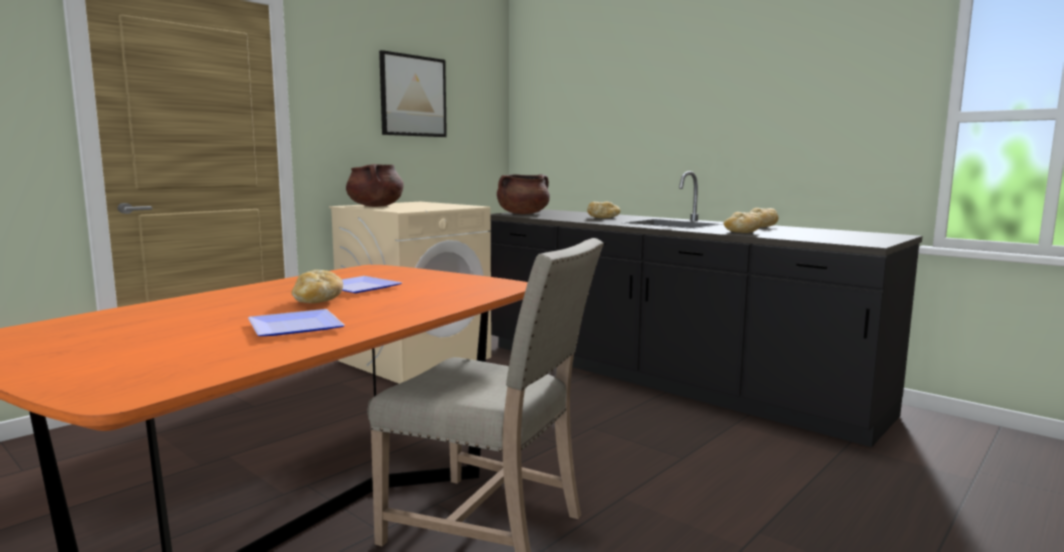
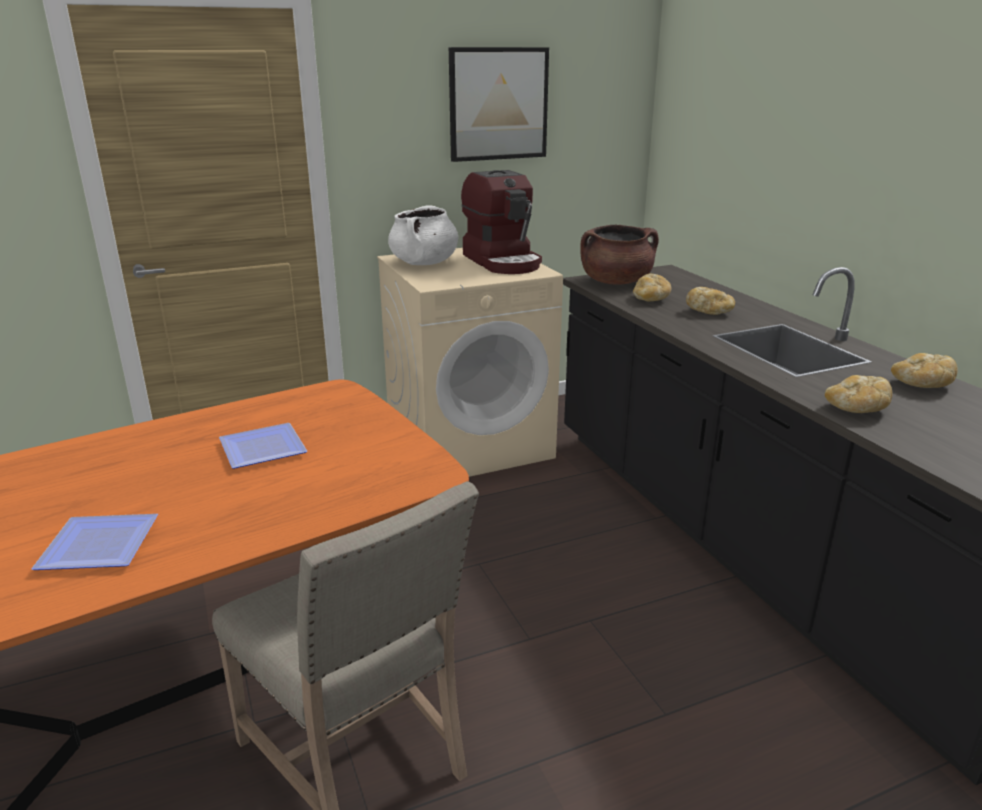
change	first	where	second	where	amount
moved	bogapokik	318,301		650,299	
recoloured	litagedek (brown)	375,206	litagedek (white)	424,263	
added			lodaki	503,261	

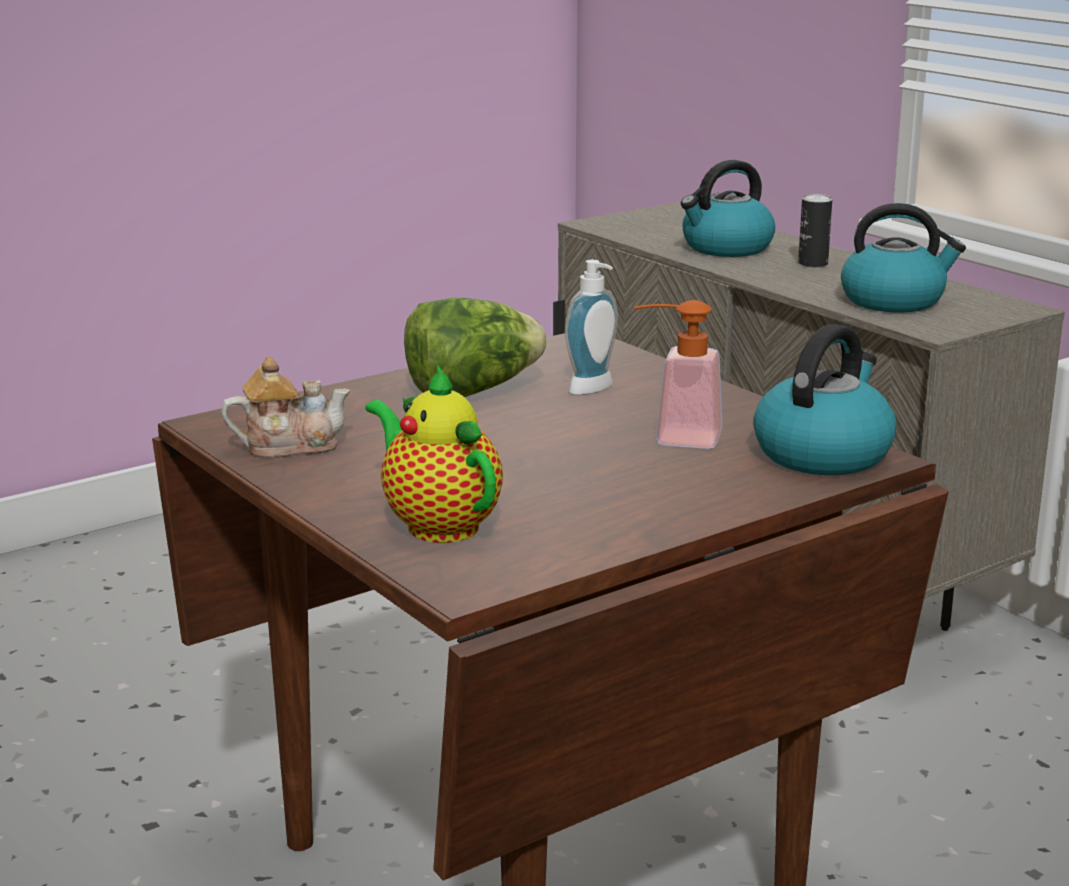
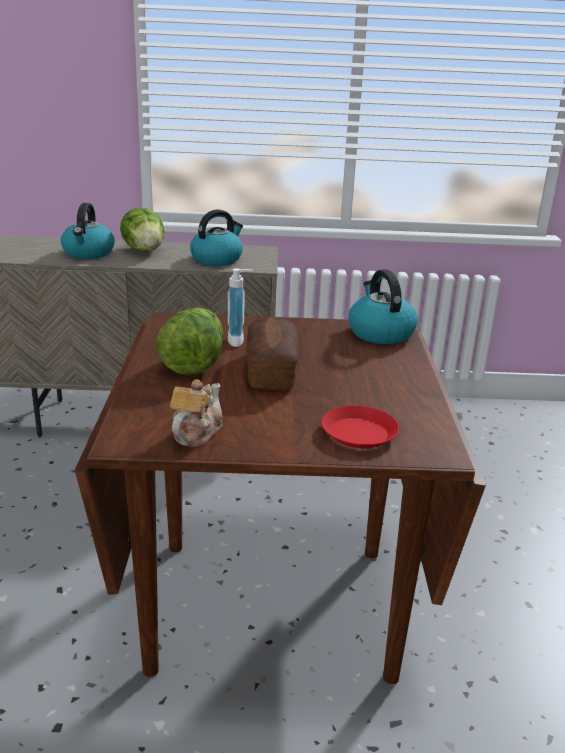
change	first	where	second	where	amount
replaced	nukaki	437,524	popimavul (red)	359,433	
removed	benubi	675,438			
replaced	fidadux	813,264	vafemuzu	144,251	
added			bogapokik	271,370	

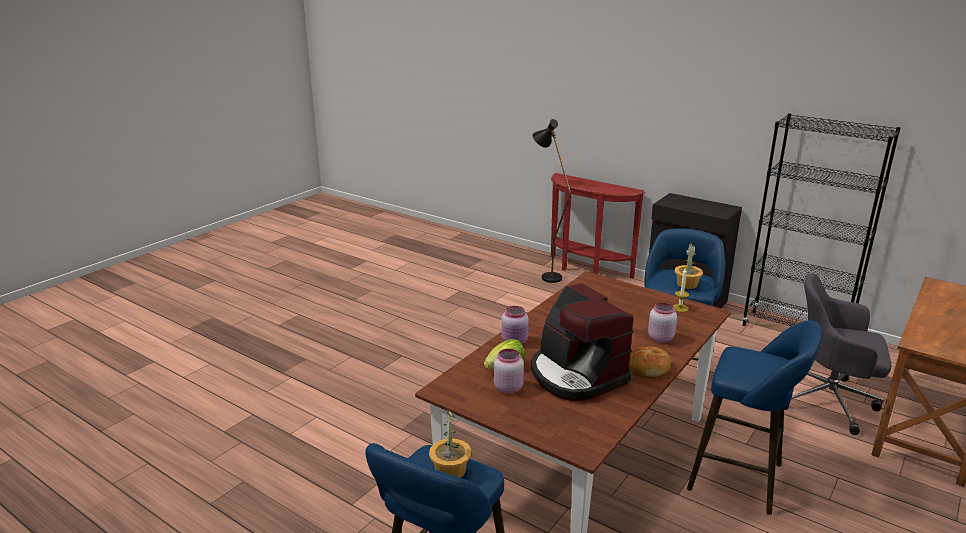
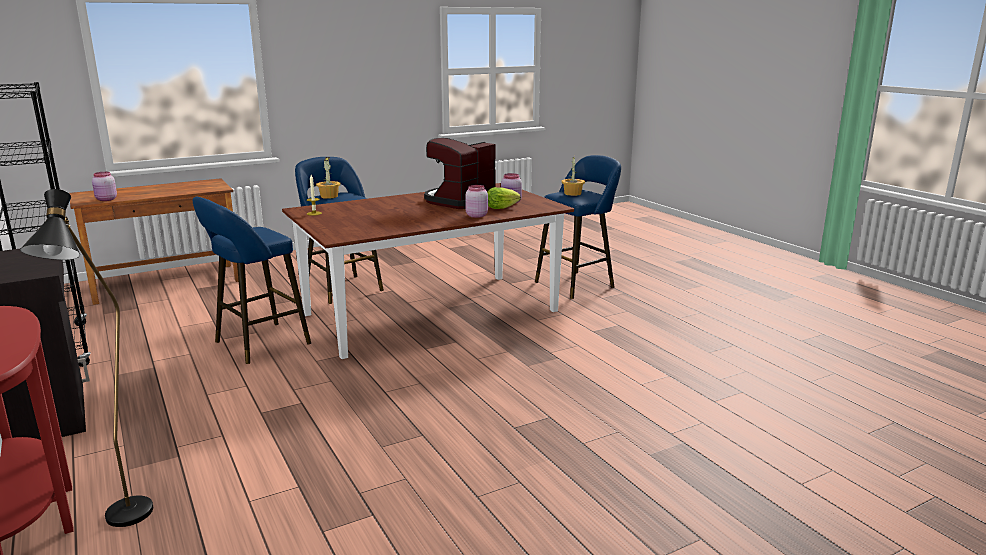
change	first	where	second	where	amount
turned	lodaki	576,375		459,200	135 degrees counterclockwise
removed	bogapokik	649,368			
moved	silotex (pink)	660,338		106,200	
moved	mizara	687,284		329,196	
removed	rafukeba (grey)	829,401			

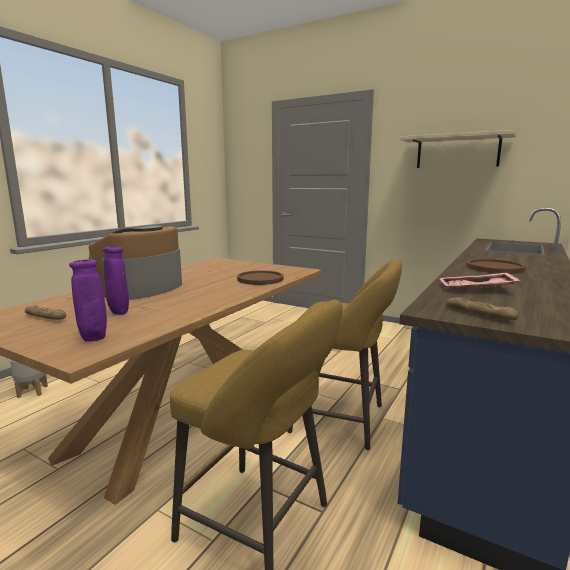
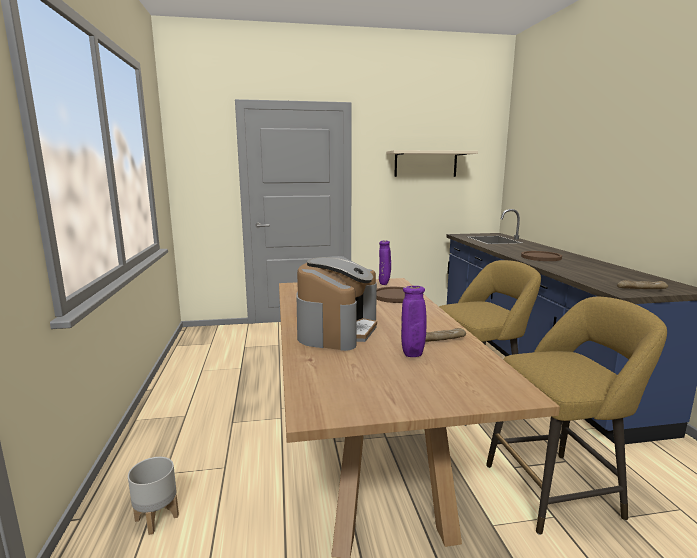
change	first	where	second	where	amount
moved	bogapokik	45,318		440,340	
moved	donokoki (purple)	94,340		384,284	
turned	lodaki	141,288		337,330	150 degrees counterclockwise
removed	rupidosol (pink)	476,289			

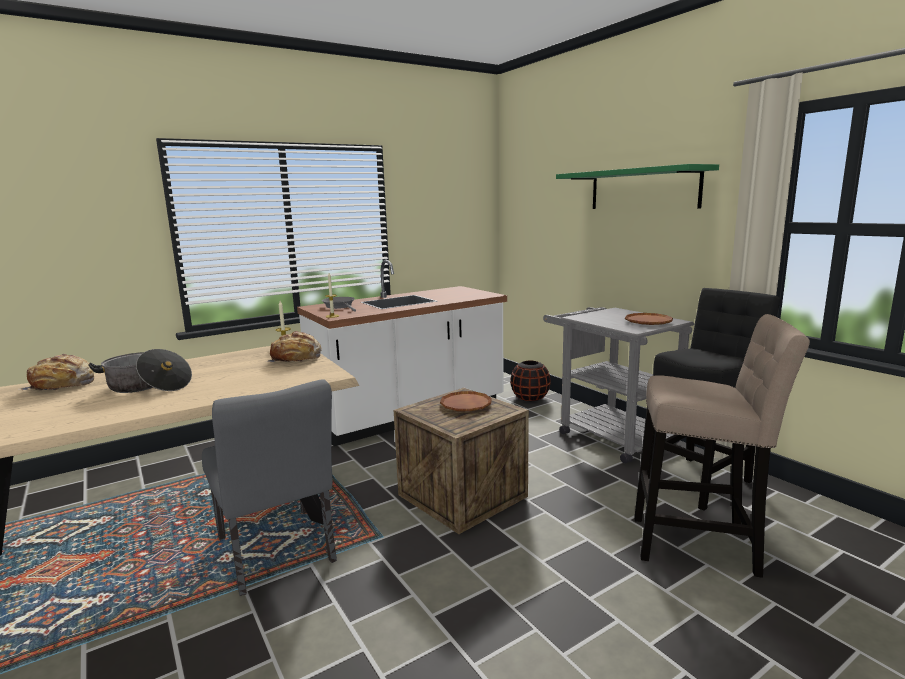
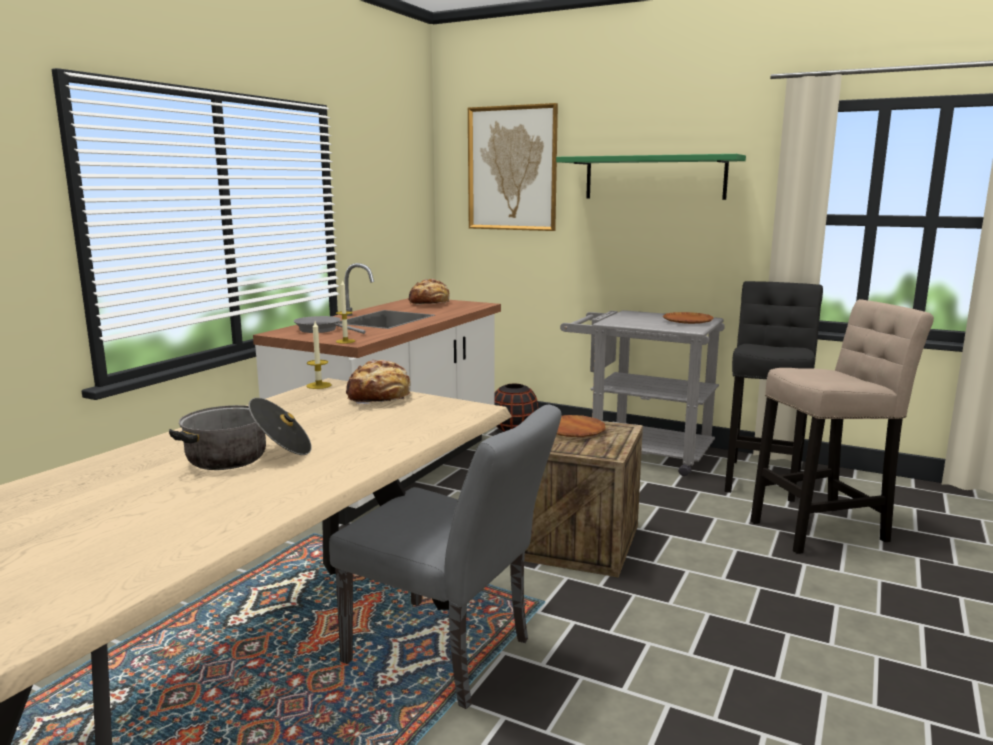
change	first	where	second	where	amount
moved	bogapokik	63,385		429,304	
added			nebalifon	512,168	

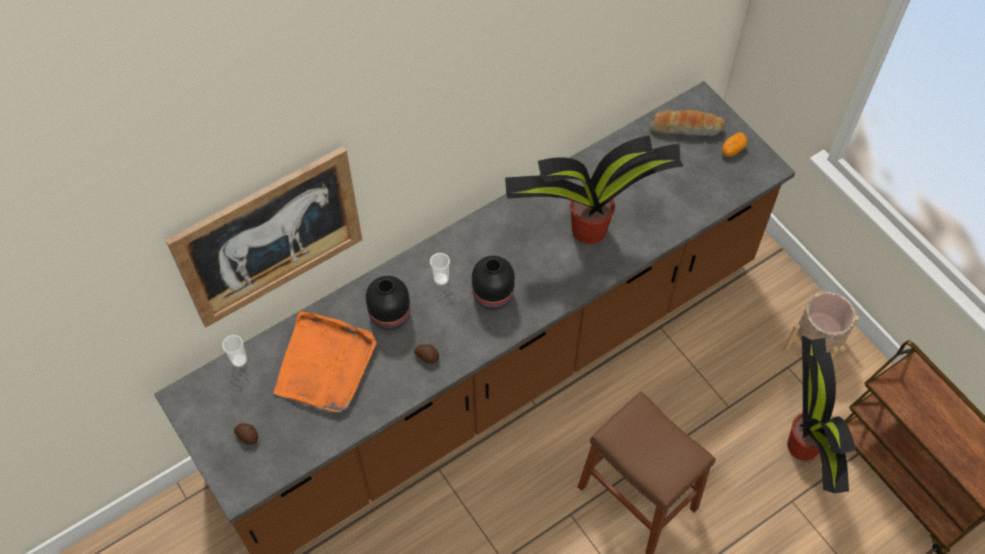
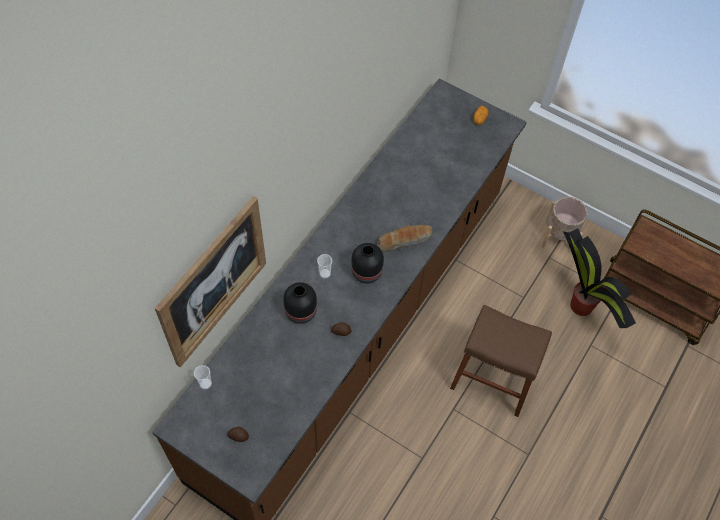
change	first	where	second	where	amount
removed	rupidosol (orange)	325,364			
removed	mizara	587,229			
moved	bogapokik	686,128		404,240	

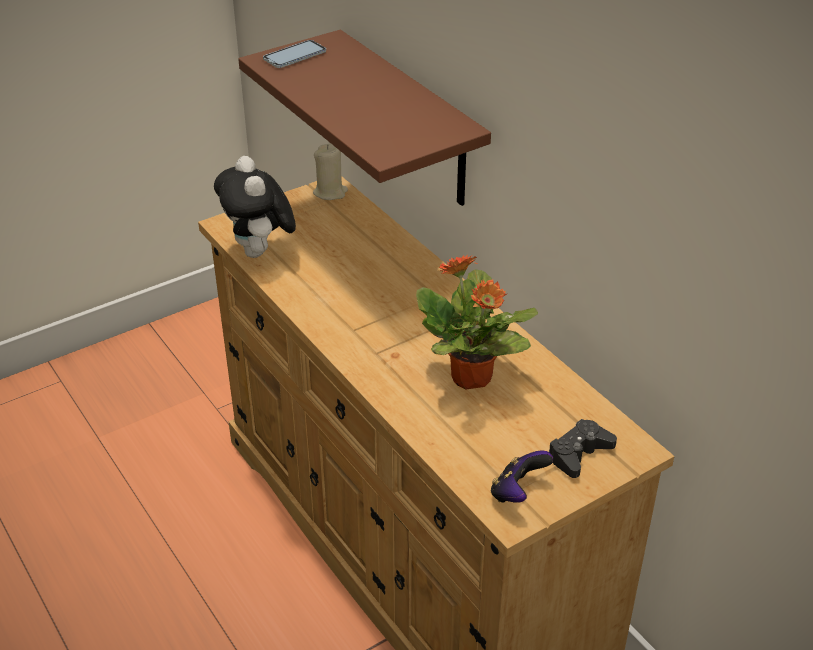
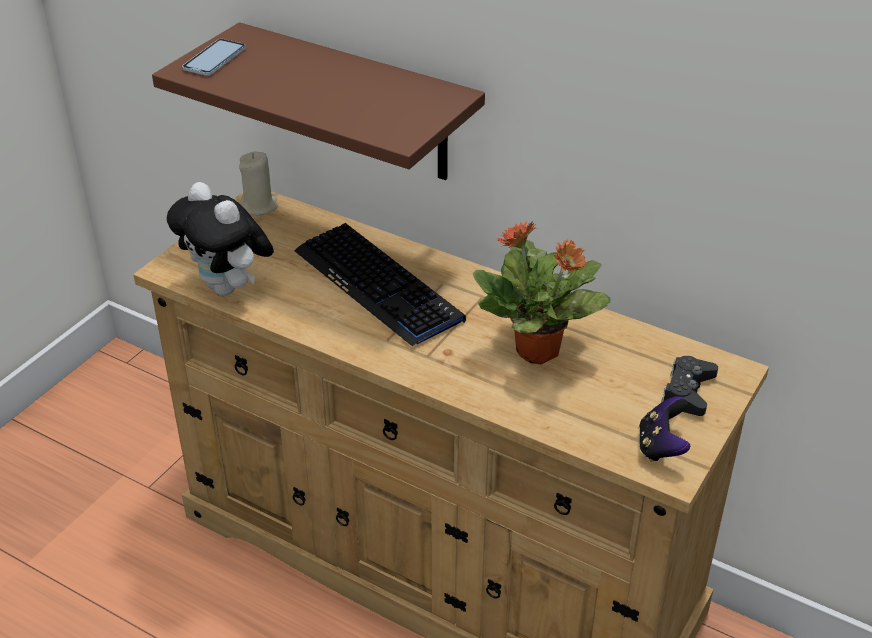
change	first	where	second	where	amount
added			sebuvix	378,285	

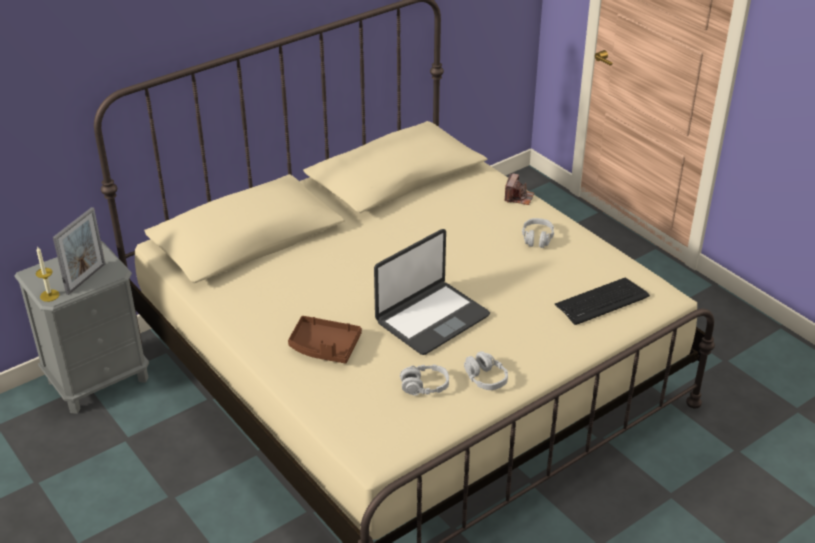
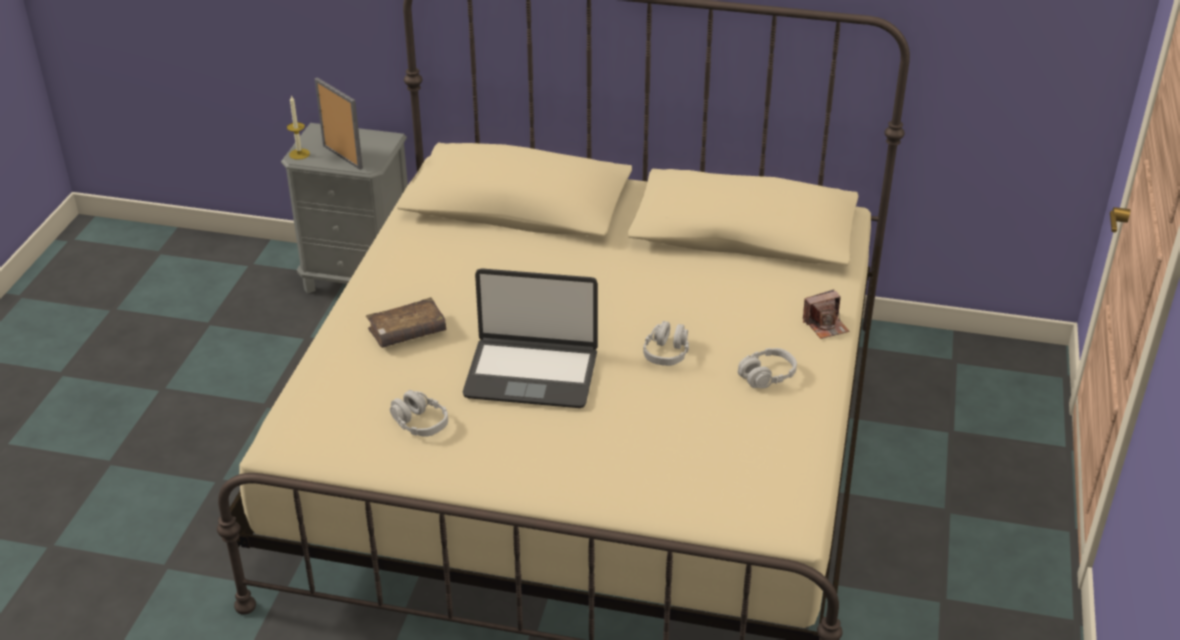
change	first	where	second	where	amount
turned	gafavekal	86,278		342,157	120 degrees counterclockwise
replaced	rupidosol (brown)	324,347	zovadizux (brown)	407,332	
moved	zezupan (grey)	485,378		666,353	
removed	sebuvix	601,302			

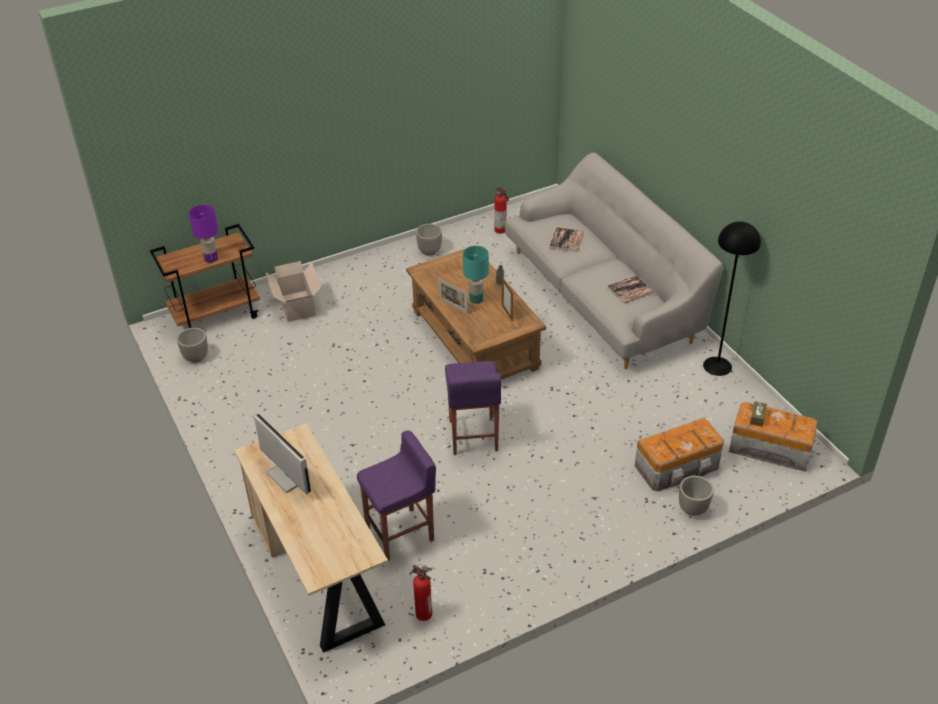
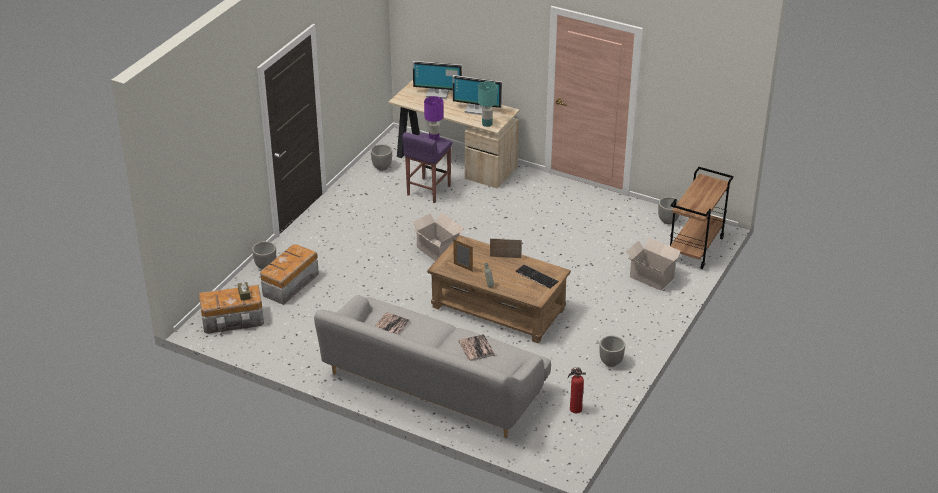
change	first	where	second	where	amount
moved	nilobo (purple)	210,259		434,139	
replaced	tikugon	422,613	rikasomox	382,167	
replaced	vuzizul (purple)	473,436	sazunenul	436,250	
moved	nilobo (turquoise)	476,299		487,124	
removed	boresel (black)	717,366			
added			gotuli	437,93	
added			sebuvix	536,276	

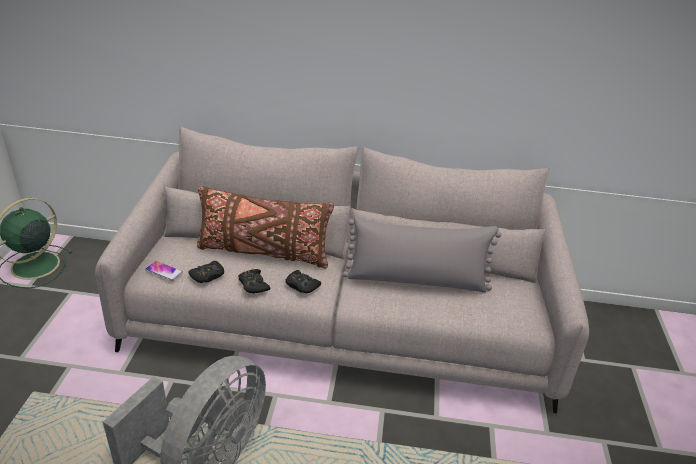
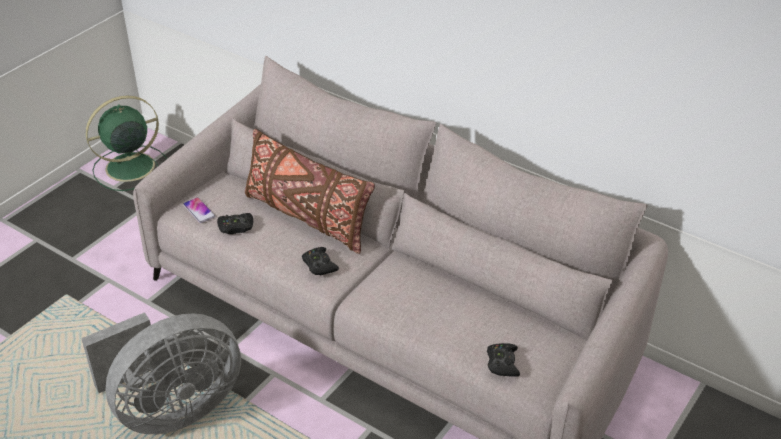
change	first	where	second	where	amount
moved	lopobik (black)	253,285		502,363	
removed	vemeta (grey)	417,280			

